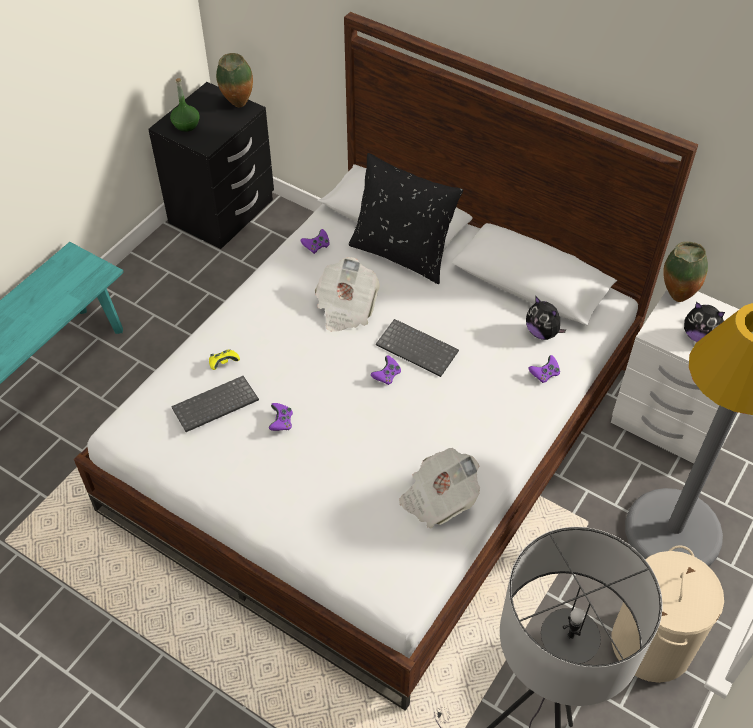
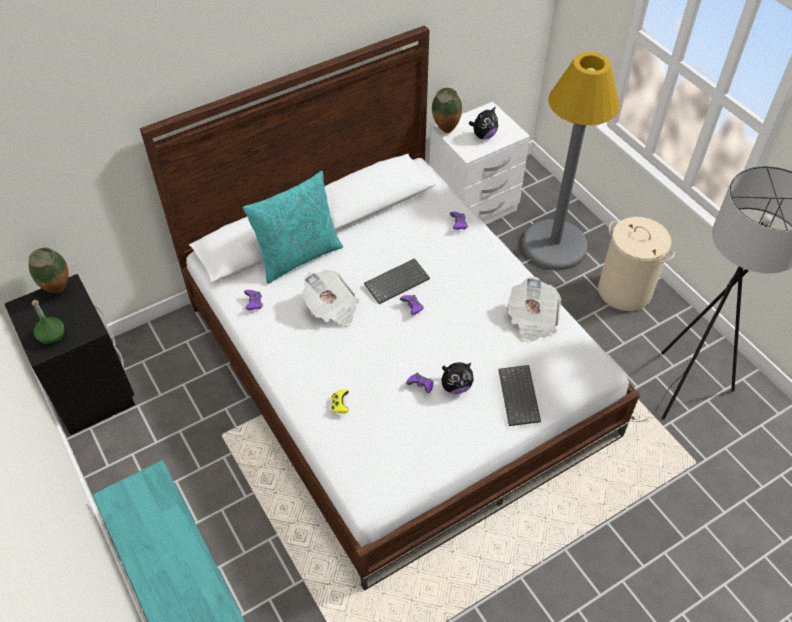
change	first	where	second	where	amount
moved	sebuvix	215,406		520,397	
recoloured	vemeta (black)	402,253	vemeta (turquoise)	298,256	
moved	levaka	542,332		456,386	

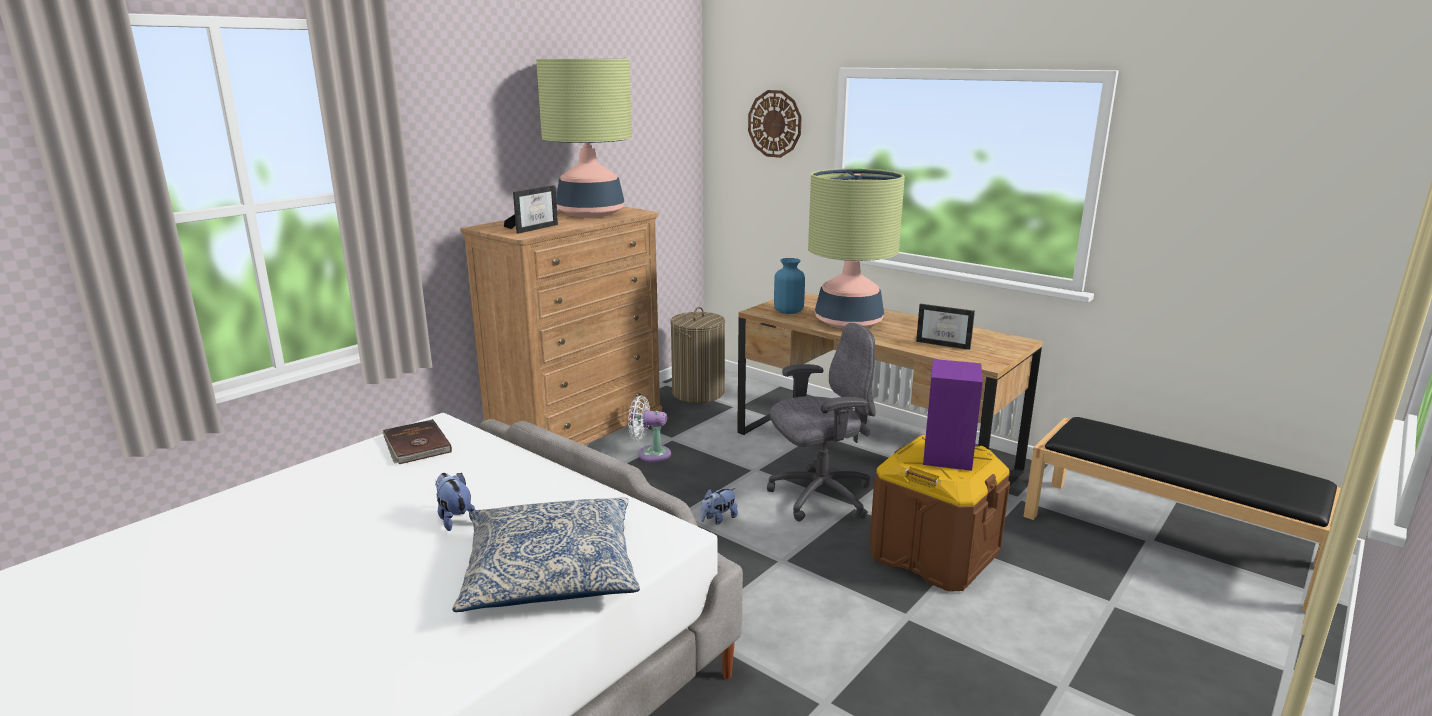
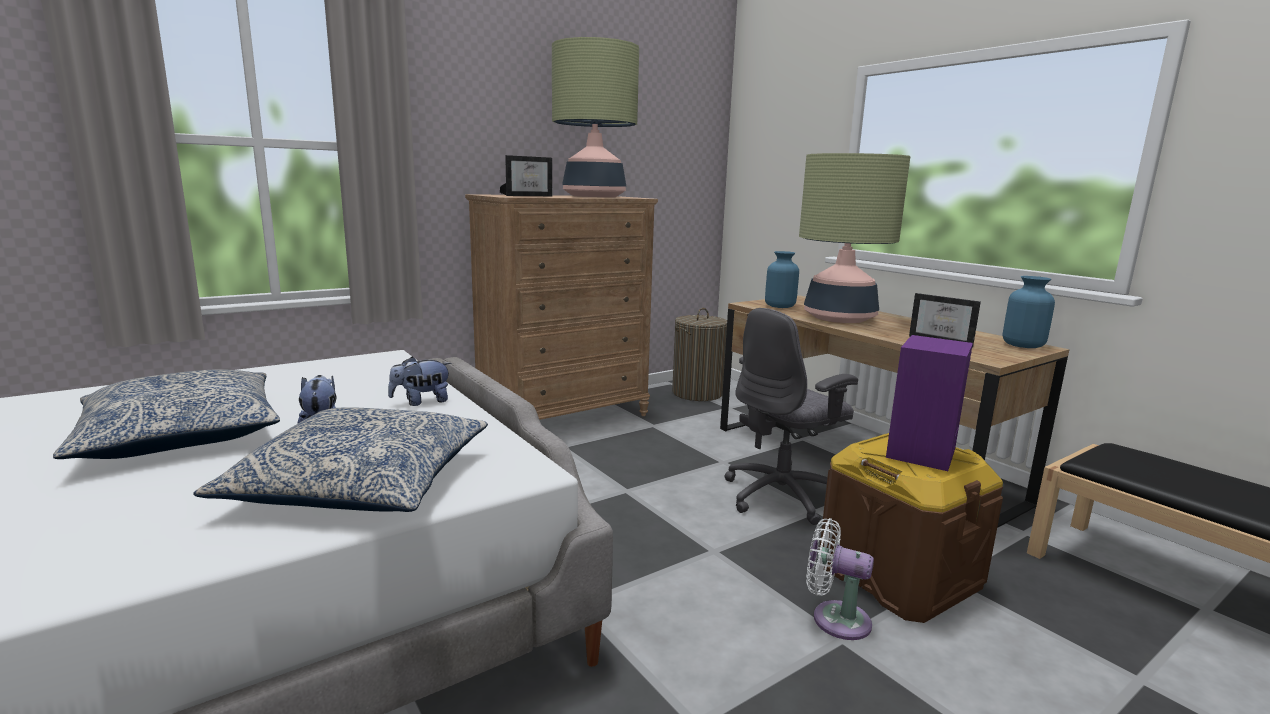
change	first	where	second	where	amount
removed	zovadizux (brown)	416,445			
moved	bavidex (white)	650,454		835,618	
moved	levaka	718,519		421,402	
removed	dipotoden	775,124			
turned	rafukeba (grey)	819,497		782,496	150 degrees clockwise
added			vemeta	181,434	
added			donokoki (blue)	1022,345	

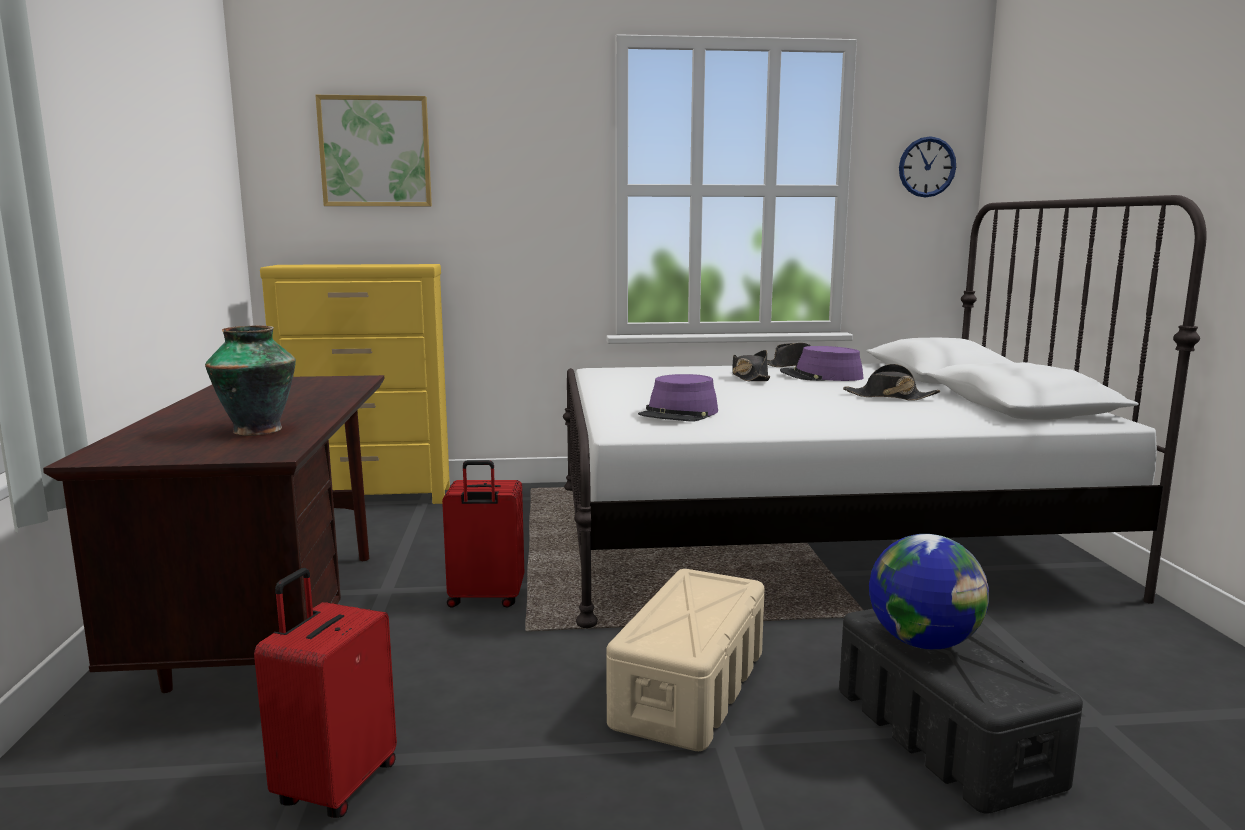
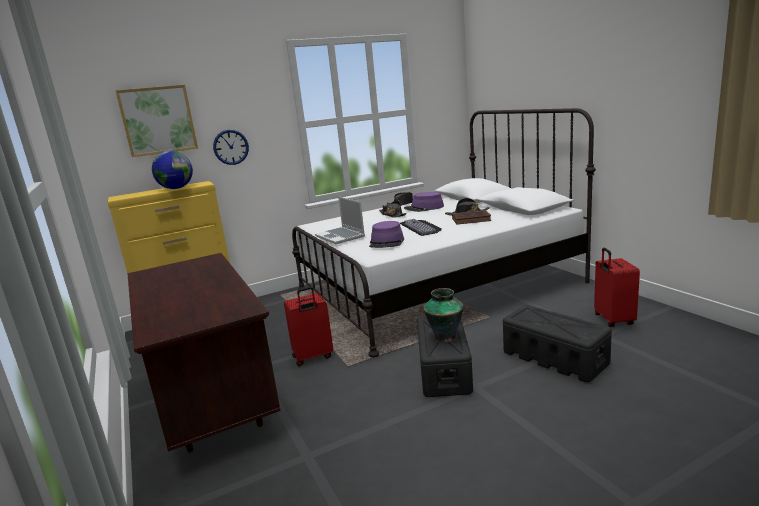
change	first	where	second	where	amount
moved	donokoki	259,429		444,336	
moved	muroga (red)	335,785		612,320	
recoloured	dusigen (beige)	690,687	dusigen (black)	444,369	
moved	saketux	923,642		176,188	
moved	dipotoden	927,167		231,147	
added			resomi	341,236	
added			sebuvix	422,227	
added			zovadizux (brown)	472,219	

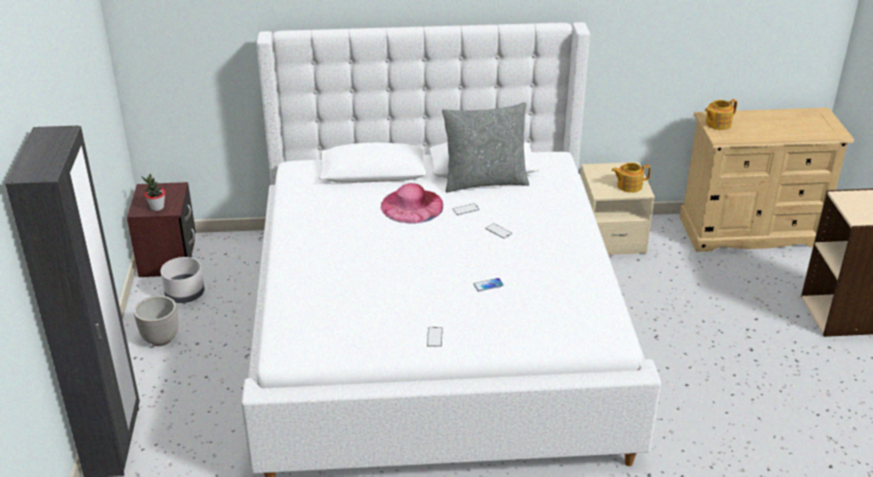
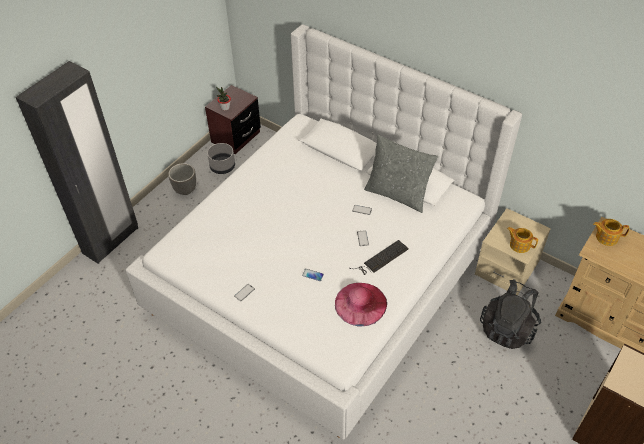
change	first	where	second	where	amount
moved	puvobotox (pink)	412,205		360,304	
added			sebuvix	381,259	
added			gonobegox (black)	507,328	

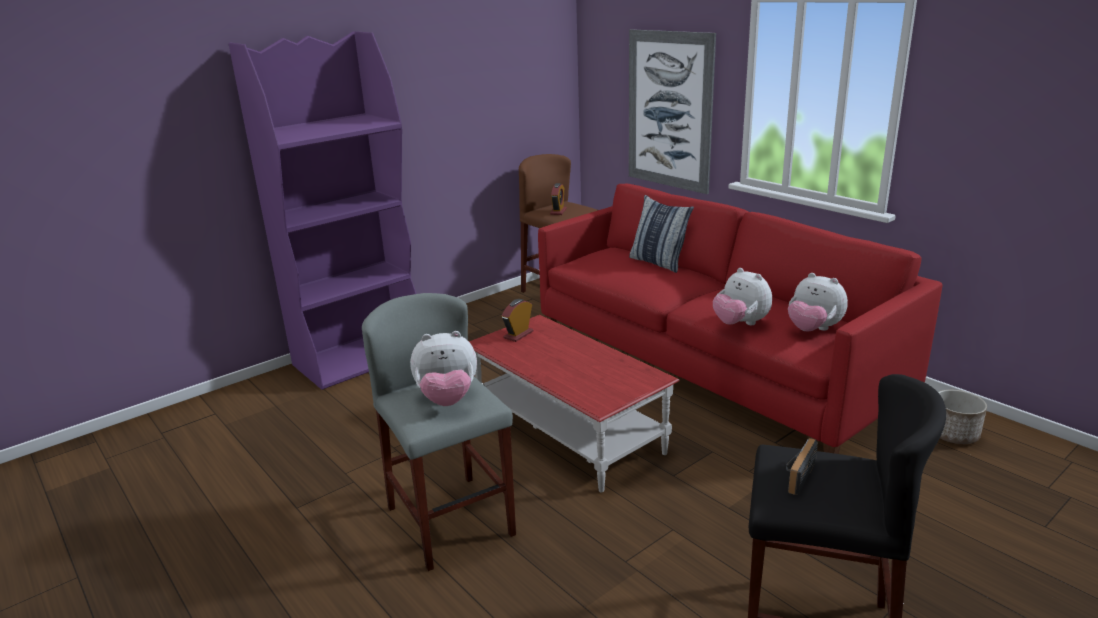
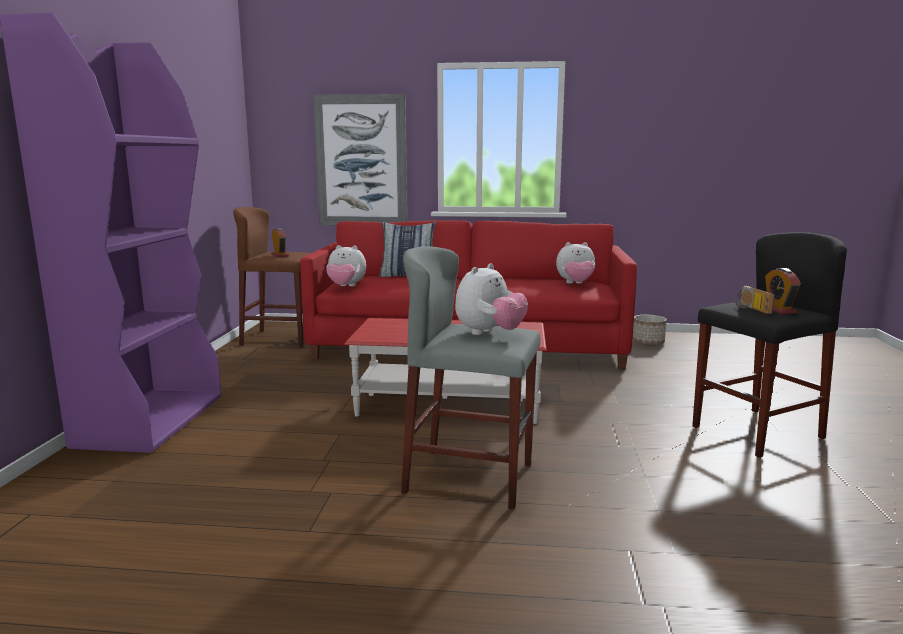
change	first	where	second	where	amount
moved	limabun	518,335		778,310	
moved	levaka	740,324		346,287	

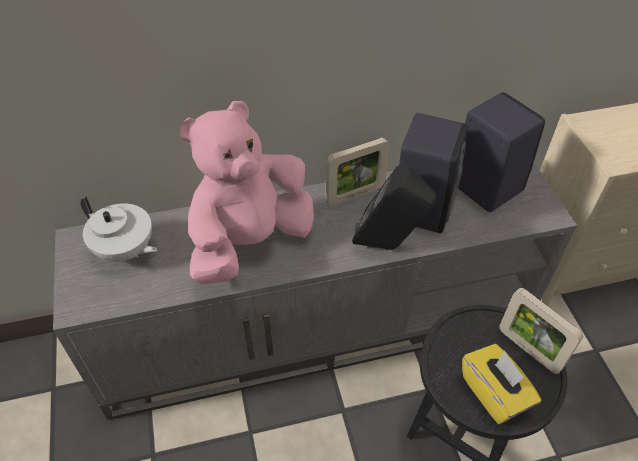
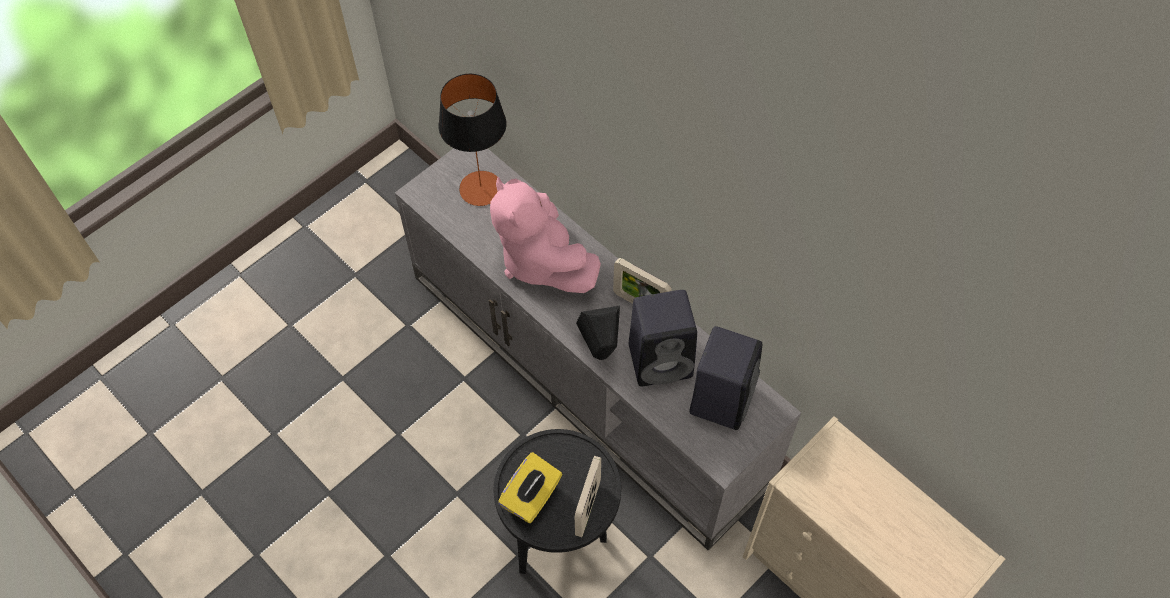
change	first	where	second	where	amount
replaced	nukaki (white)	125,251	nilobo	481,188	
turned	levaka (pink)	249,241		541,259	135 degrees counterclockwise

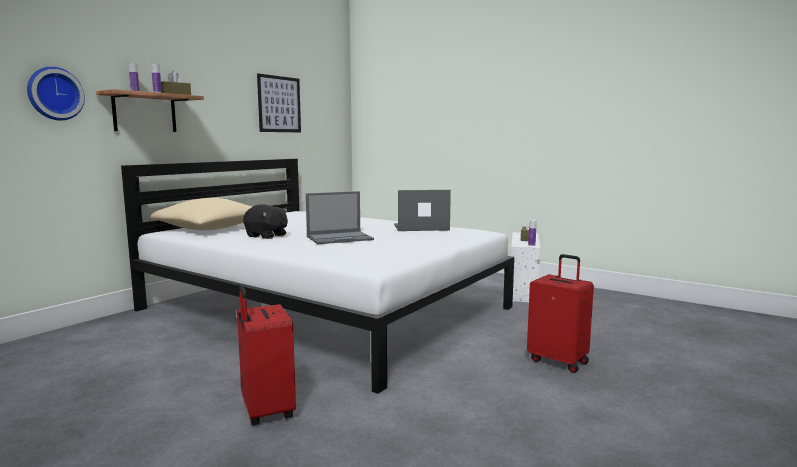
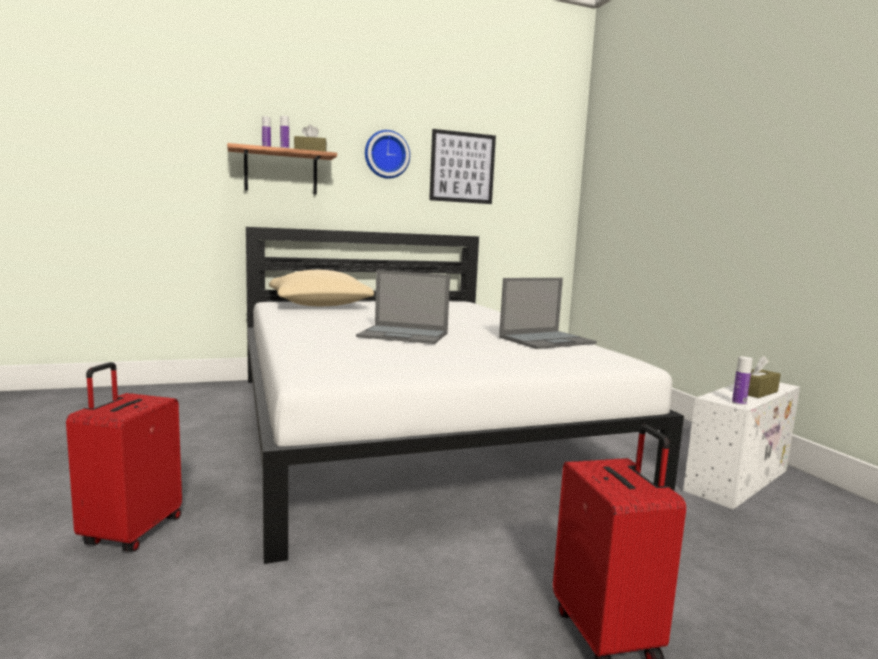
change	first	where	second	where	amount
moved	dipotoden	54,94		386,154	
removed	levaka (black)	266,236			
turned	resomi	420,227		547,340	120 degrees clockwise

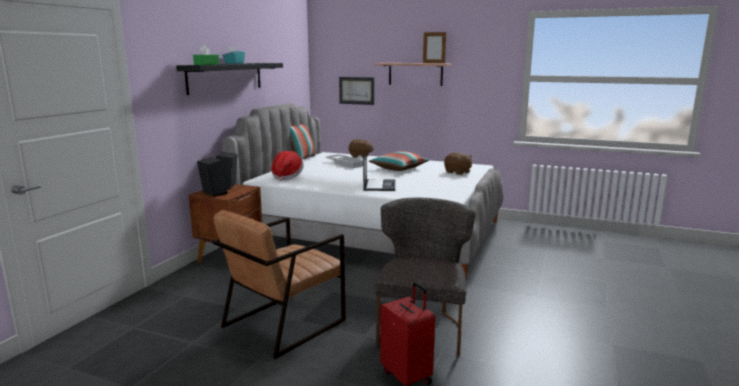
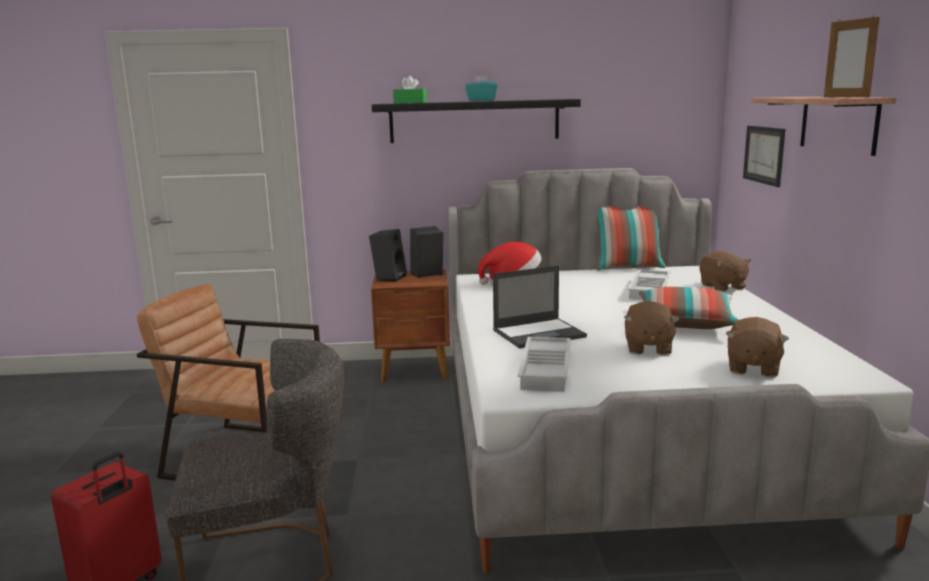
change	first	where	second	where	amount
added			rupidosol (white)	547,370	
added			levaka (brown)	648,348	

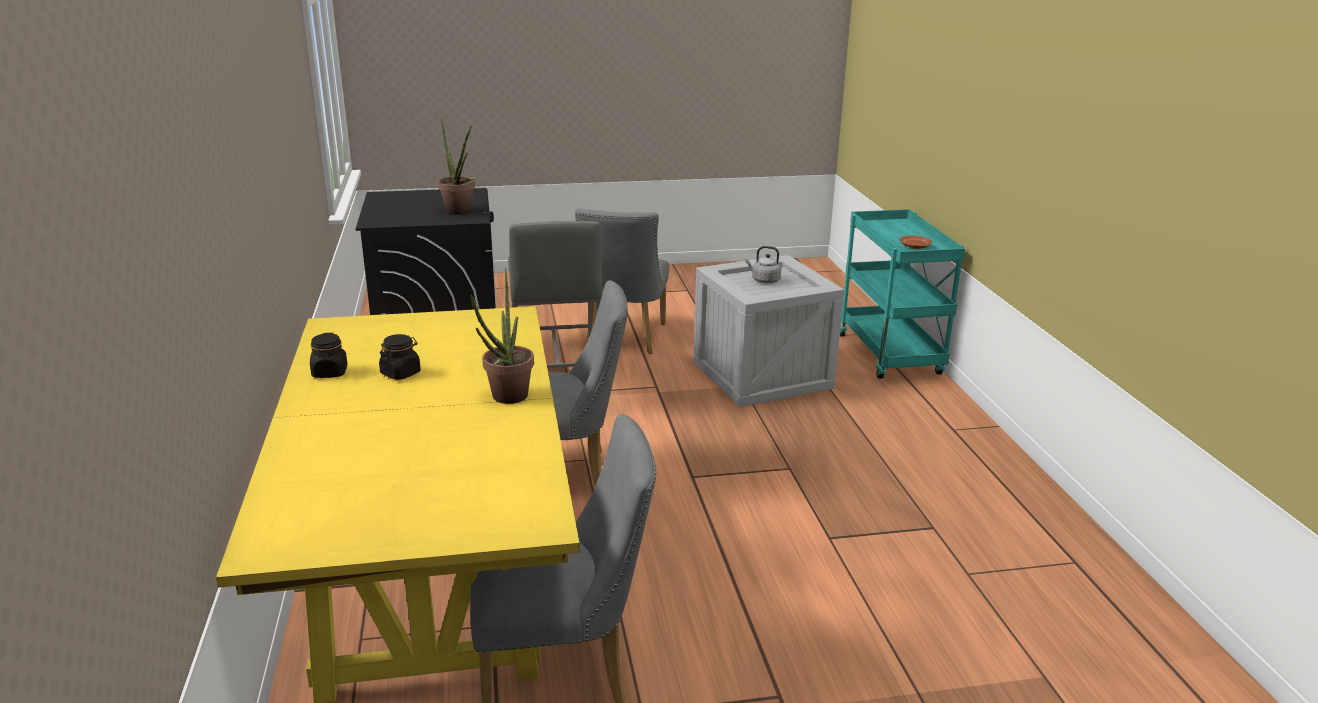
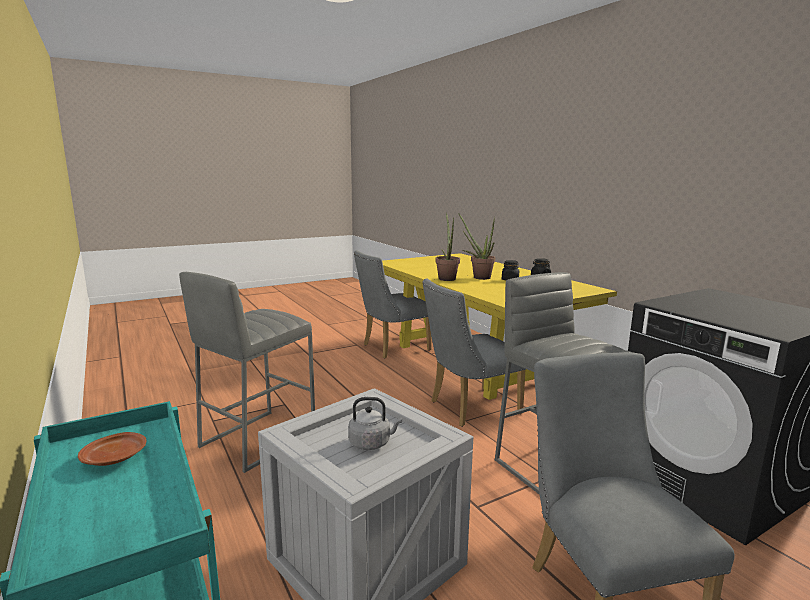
change	first	where	second	where	amount
moved	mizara	460,213		478,277	
added			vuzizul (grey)	257,439	

